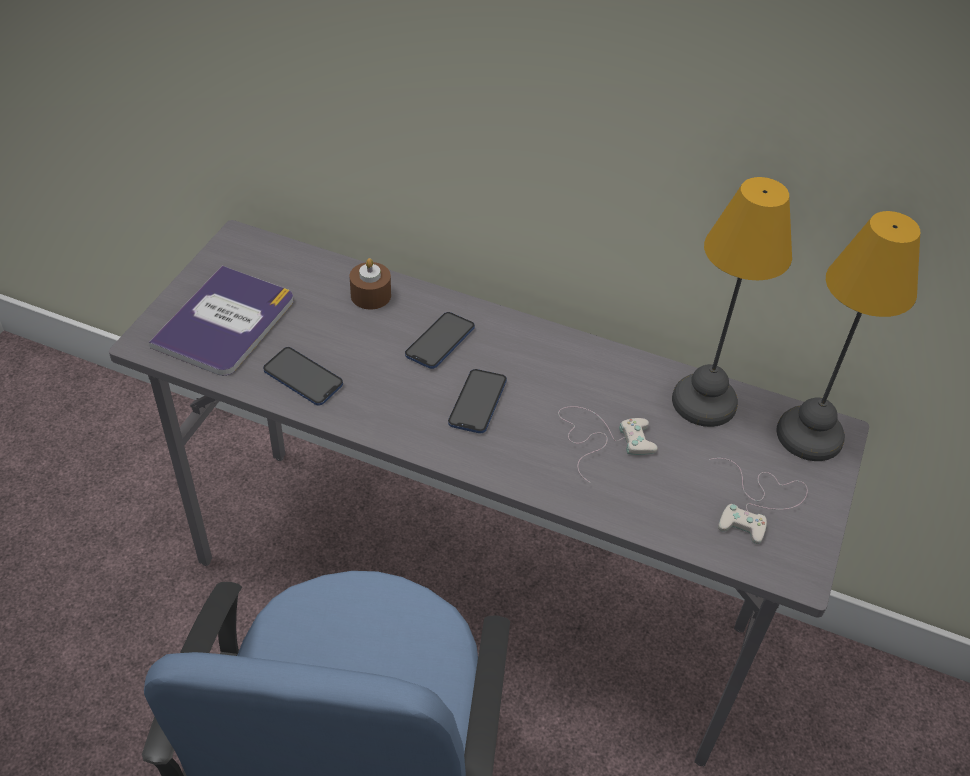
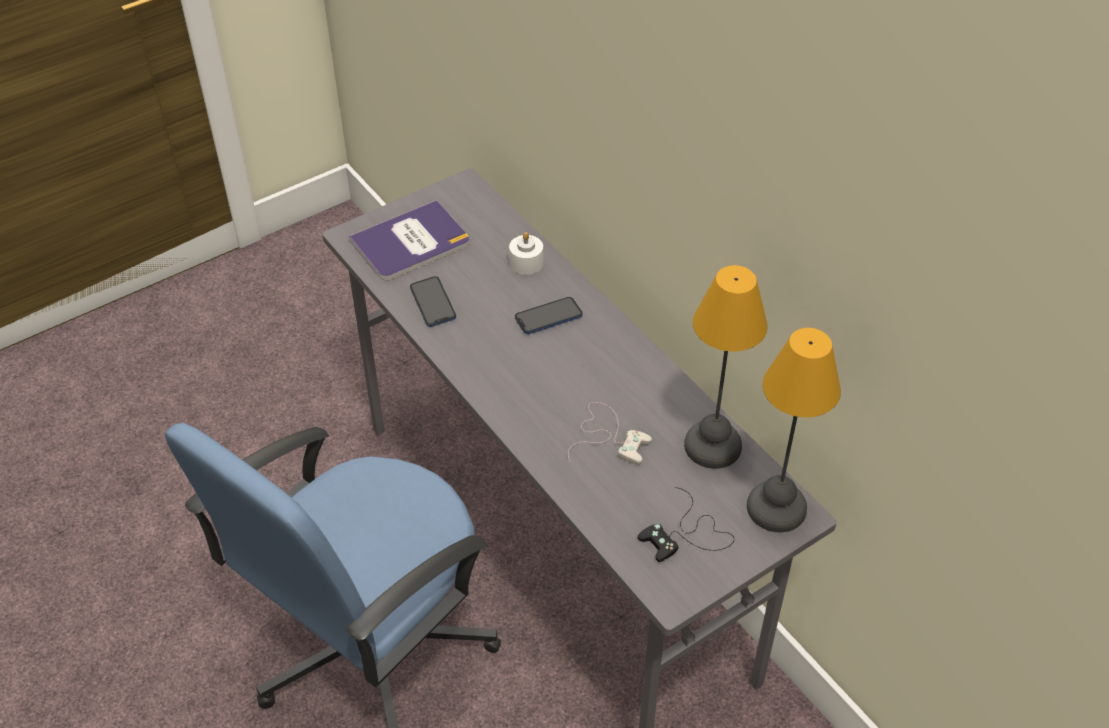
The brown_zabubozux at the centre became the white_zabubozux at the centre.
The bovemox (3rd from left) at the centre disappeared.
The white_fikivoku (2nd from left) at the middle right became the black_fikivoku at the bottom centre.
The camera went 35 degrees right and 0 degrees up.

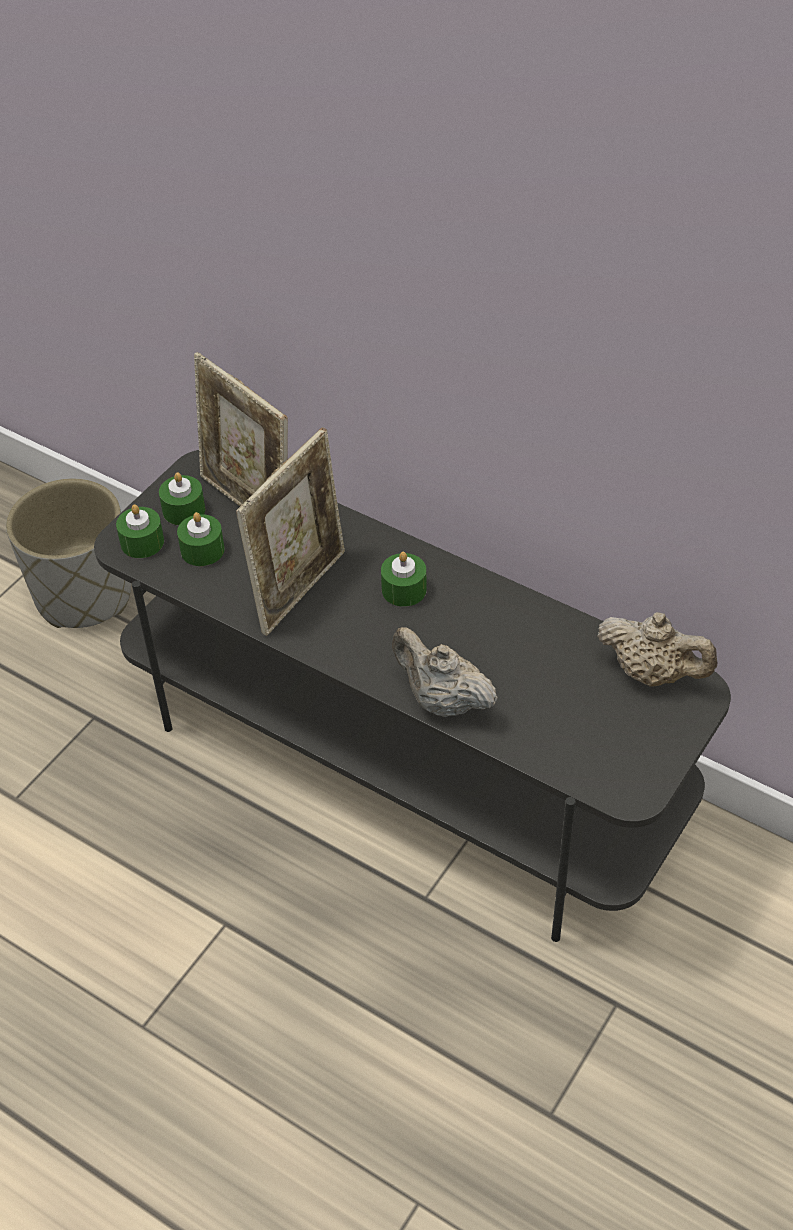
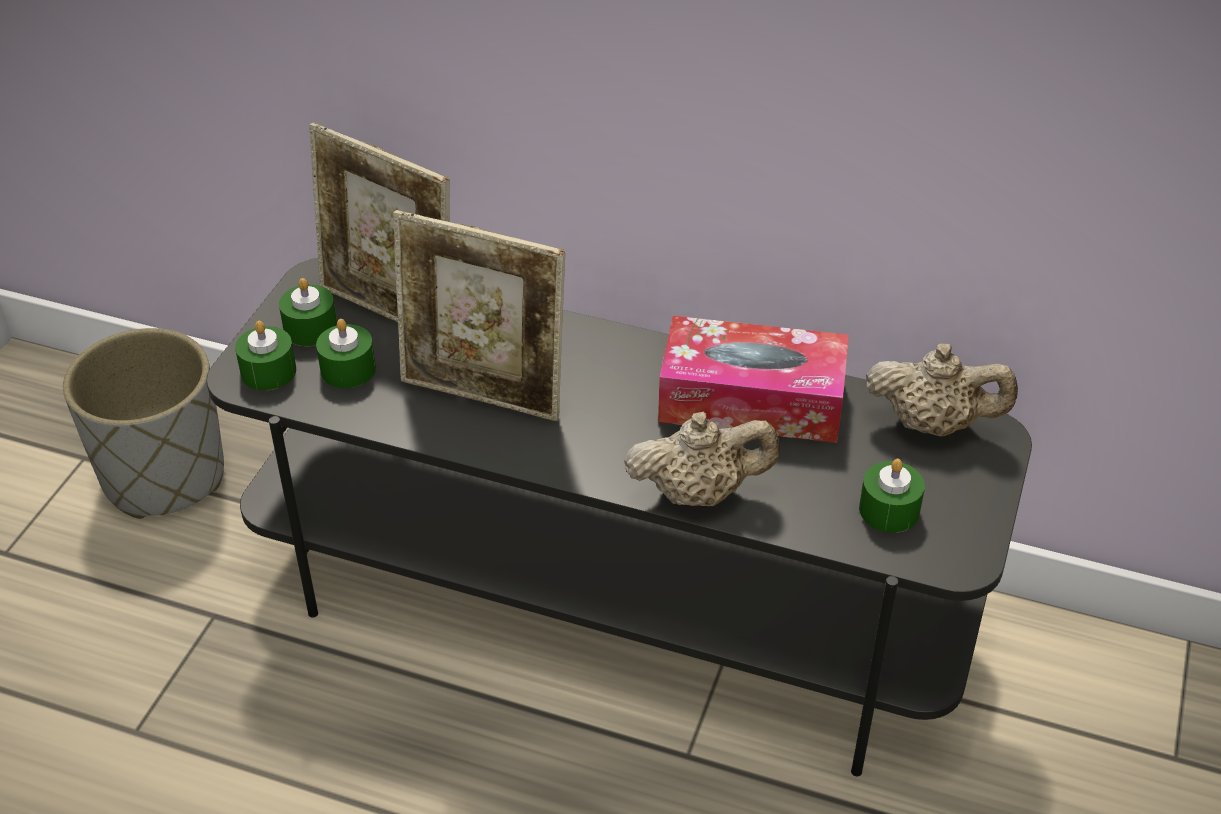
The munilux (2nd from left) at the centre turned 90 degrees clockwise.
The green_zabubozux (4th from left) moved from the centre to the middle right.
The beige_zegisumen (1st from left) at the centre turned 150 degrees clockwise.
The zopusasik at the centre appeared.
The camera went 15 degrees left and 5 degrees down.

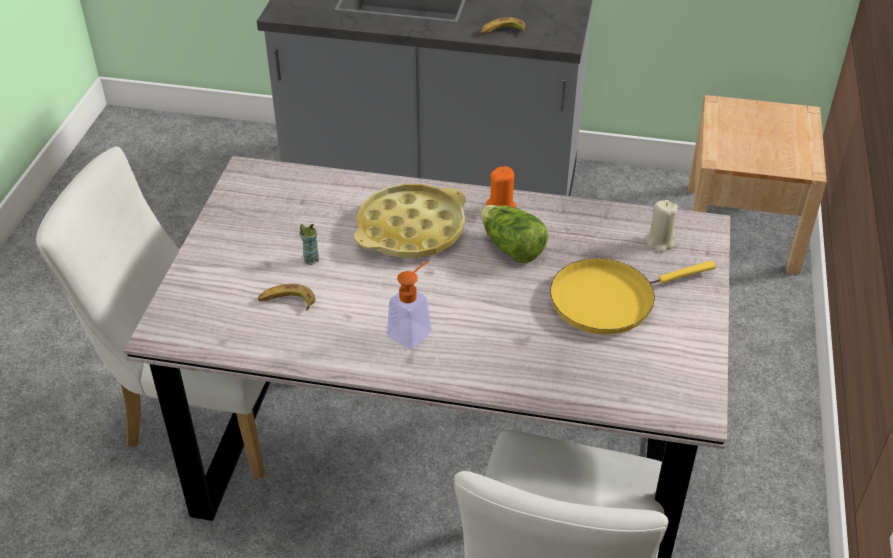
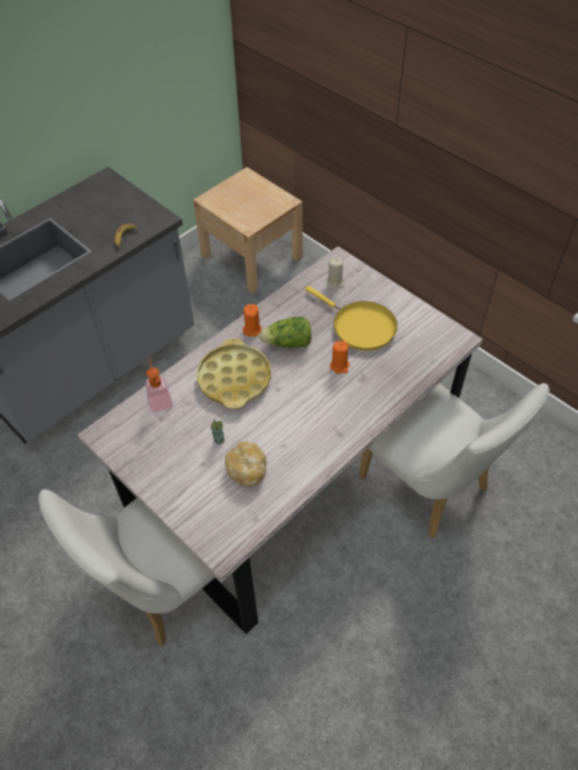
The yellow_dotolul at the middle right turned 60 degrees counterclockwise.
The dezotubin moved from the centre to the middle left.
The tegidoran (1st from left) at the middle left was replaced by the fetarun at the centre.
The orange_zabubozux (2nd from left) at the centre appeared.
The camera went 55 degrees left and 10 degrees up.

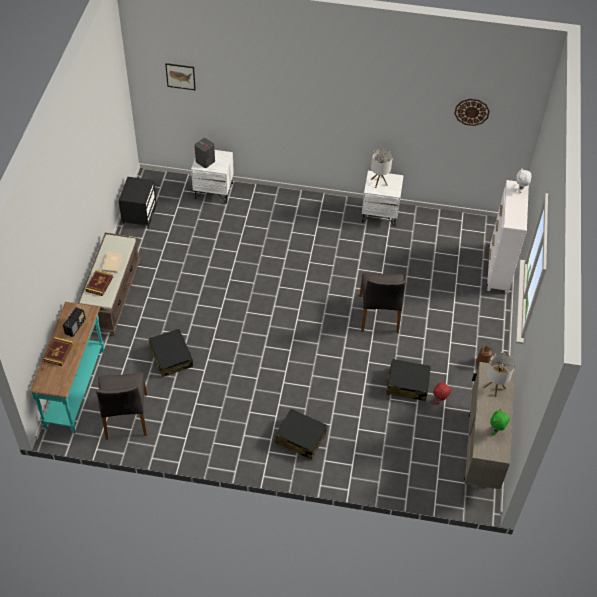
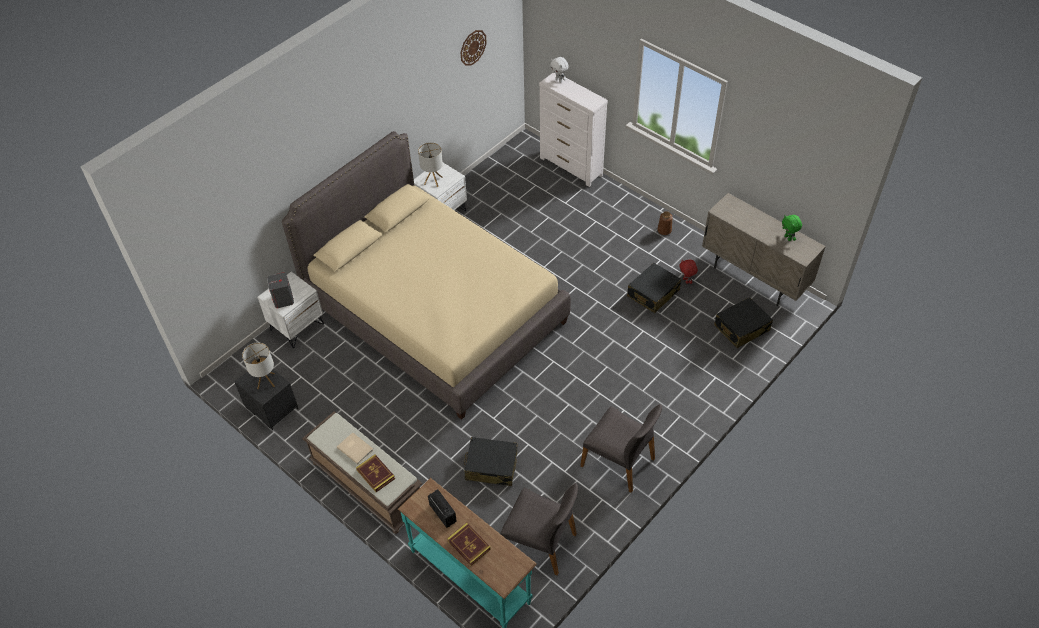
The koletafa at the top left disappeared.
The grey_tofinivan (2nd from left) moved from the centre to the bottom centre.
The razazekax (2nd from left in the first image) moved from the middle right to the middle left.
The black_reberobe (2nd from left in the first image) moved from the bottom centre to the middle right.
The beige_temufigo at the centre appeared.
The camera went 55 degrees left and 0 degrees up.

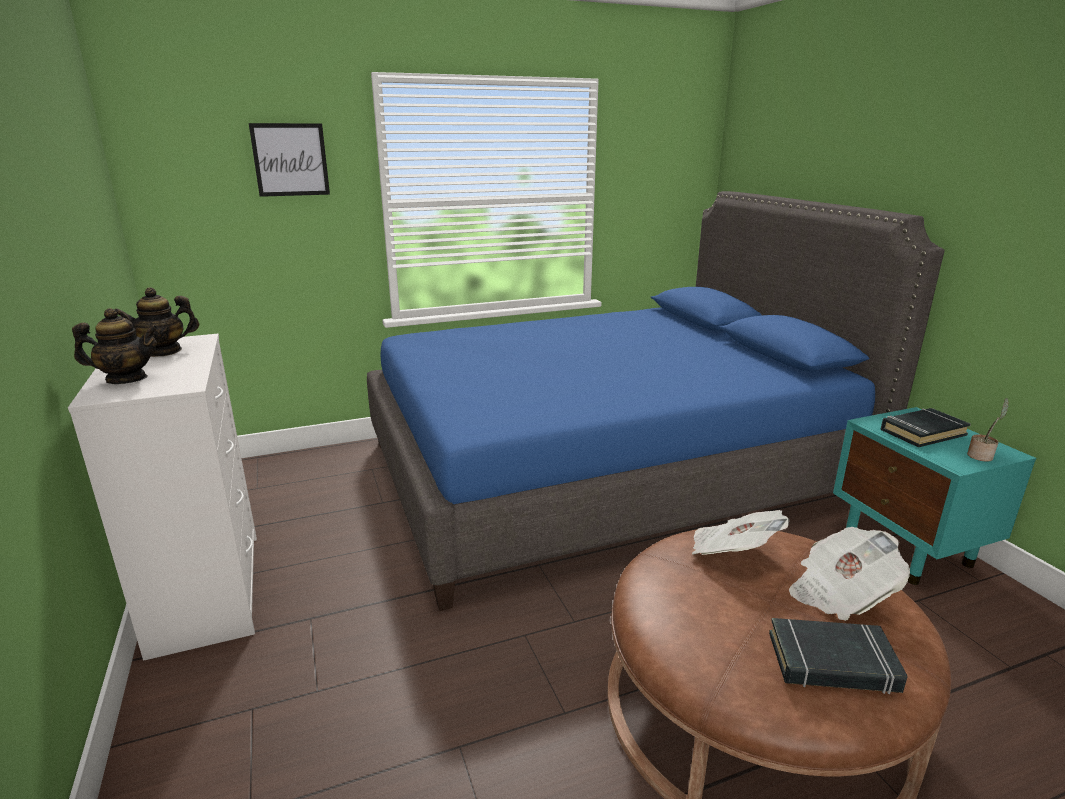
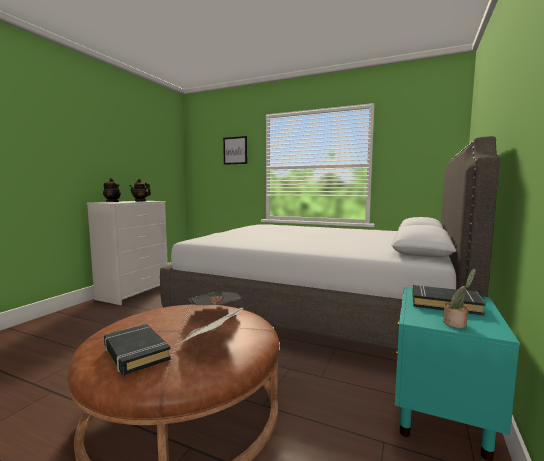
The blue_temufigo at the centre became the grey_temufigo at the centre.
The camera went 45 degrees right and 15 degrees down.

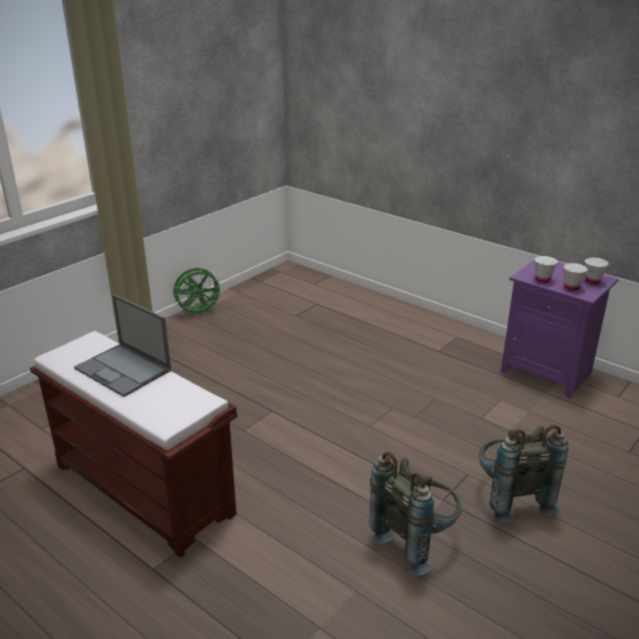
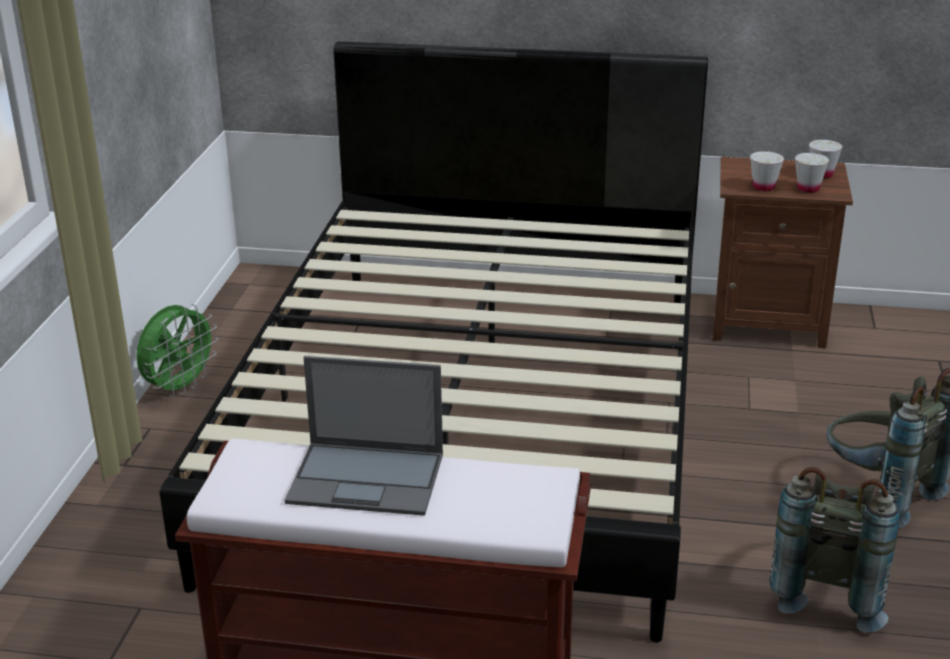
The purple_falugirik at the middle right became the brown_falugirik at the middle right.
The black_temufigo at the centre appeared.
The camera went 30 degrees left and 0 degrees up.

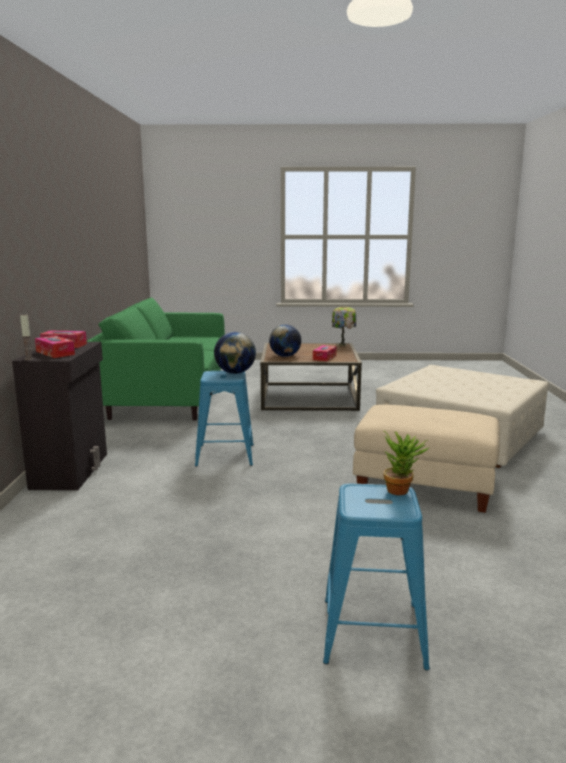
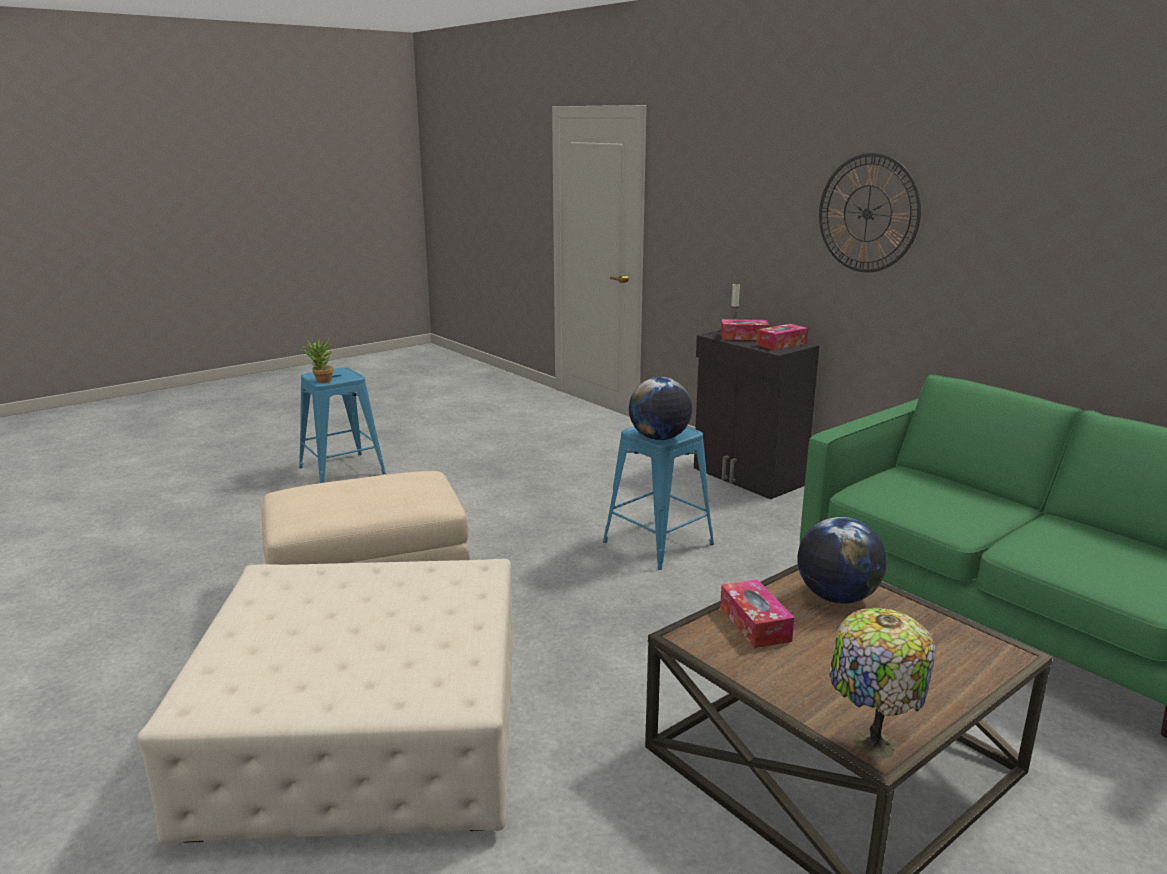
The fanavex at the top right appeared.
The camera went 140 degrees right and 5 degrees up.

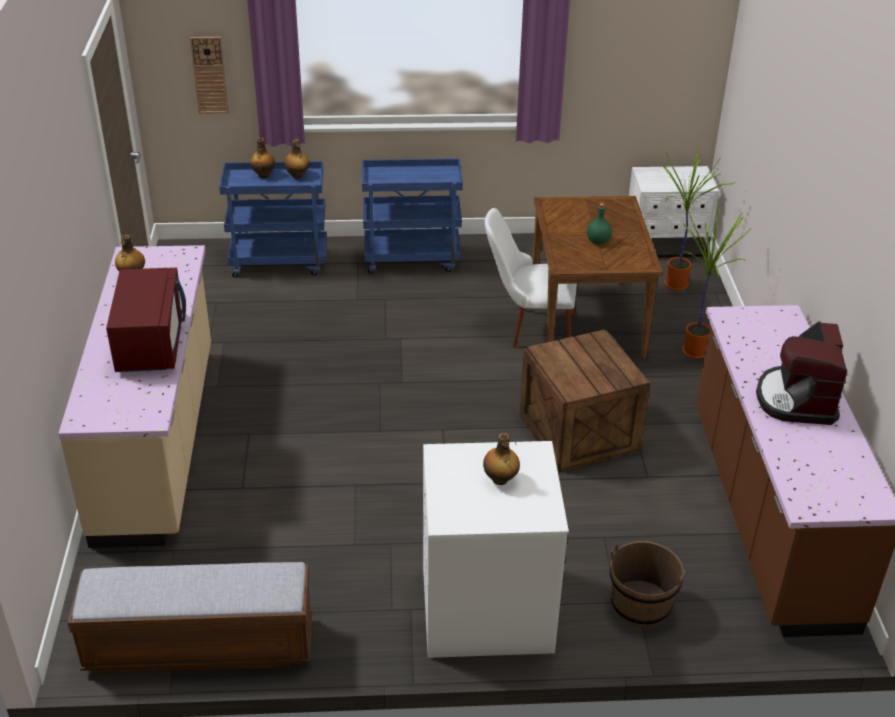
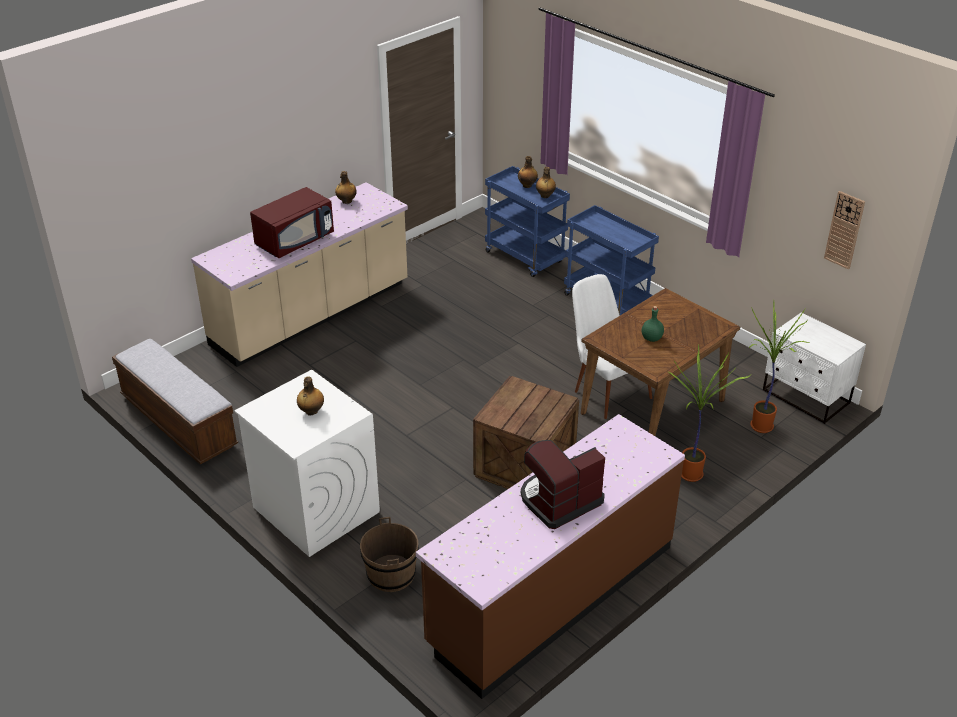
The fanavex moved from the top left to the top right.
The camera went 50 degrees right and 0 degrees up.

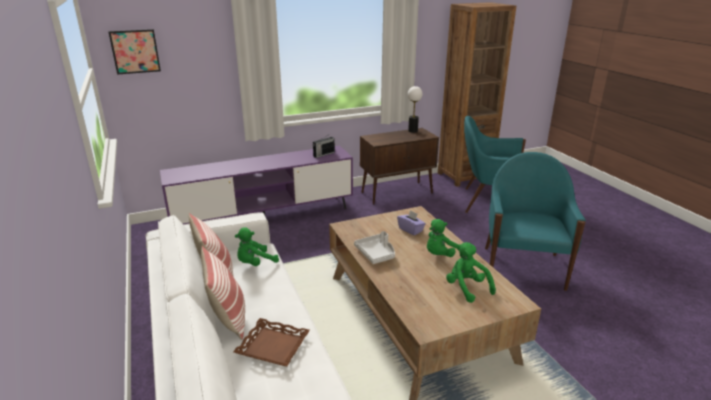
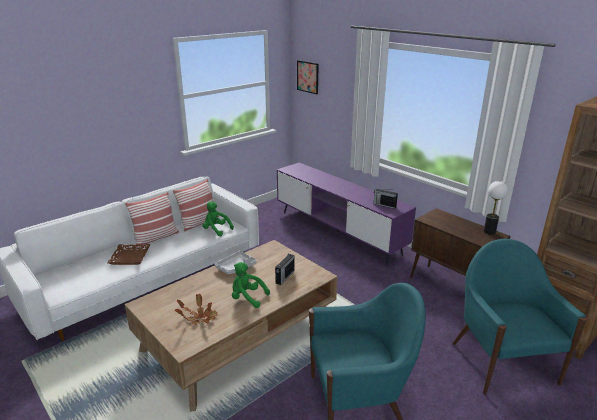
The purple_zopusasik at the centre was replaced by the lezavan (1st from left) at the centre.
The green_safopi (3rd from left) at the bottom centre was replaced by the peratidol at the bottom left.
The camera went 70 degrees right and 0 degrees up.

